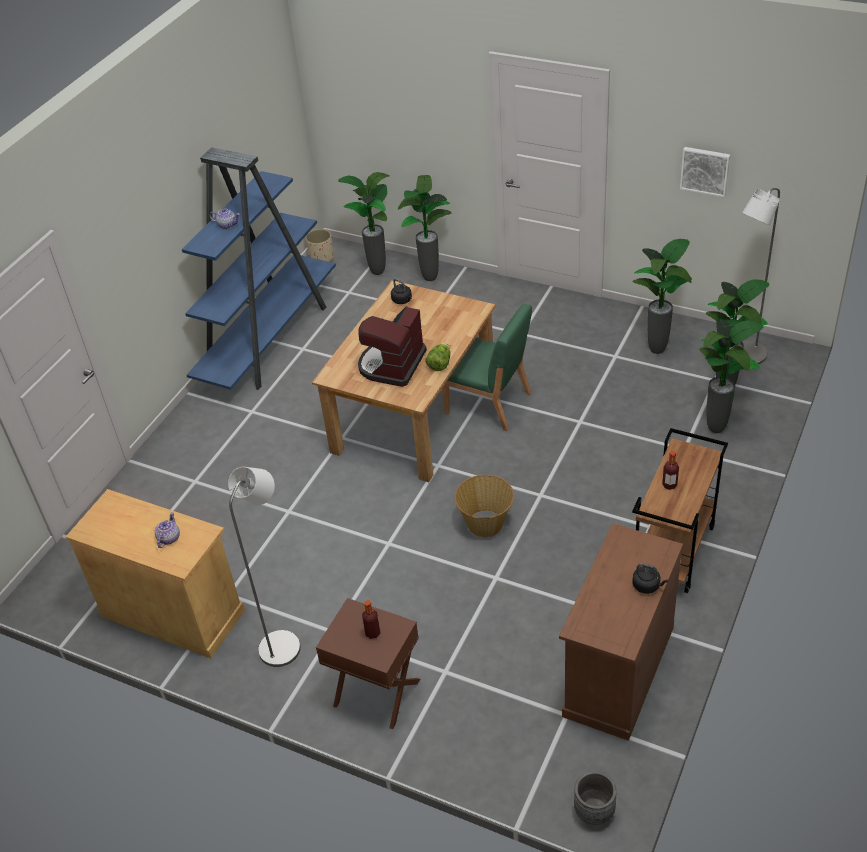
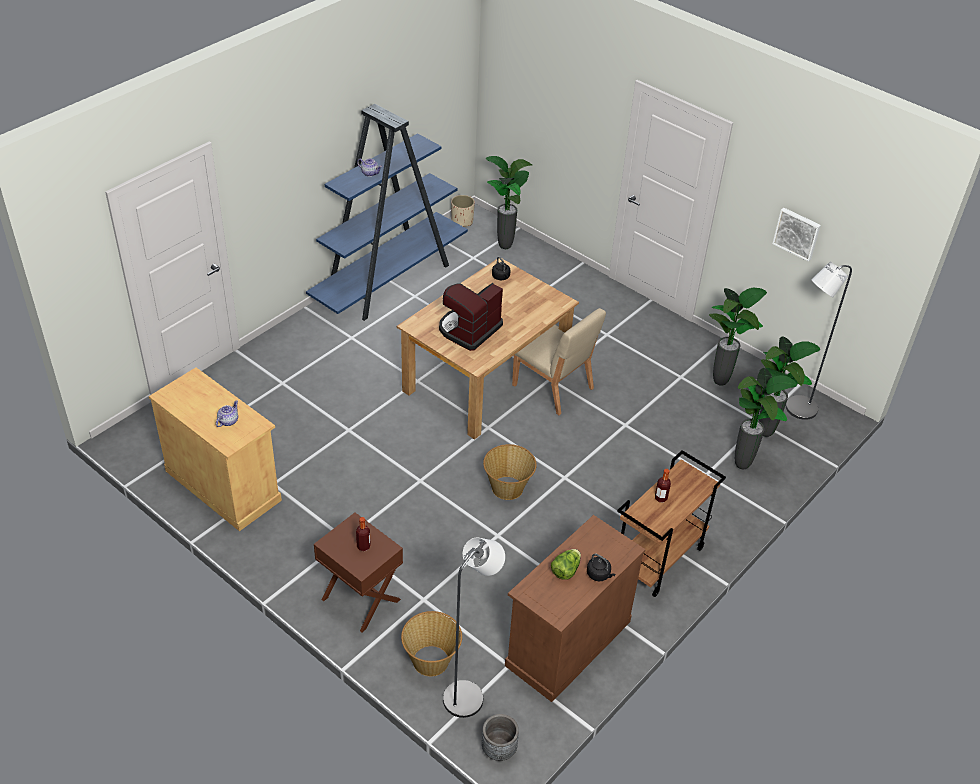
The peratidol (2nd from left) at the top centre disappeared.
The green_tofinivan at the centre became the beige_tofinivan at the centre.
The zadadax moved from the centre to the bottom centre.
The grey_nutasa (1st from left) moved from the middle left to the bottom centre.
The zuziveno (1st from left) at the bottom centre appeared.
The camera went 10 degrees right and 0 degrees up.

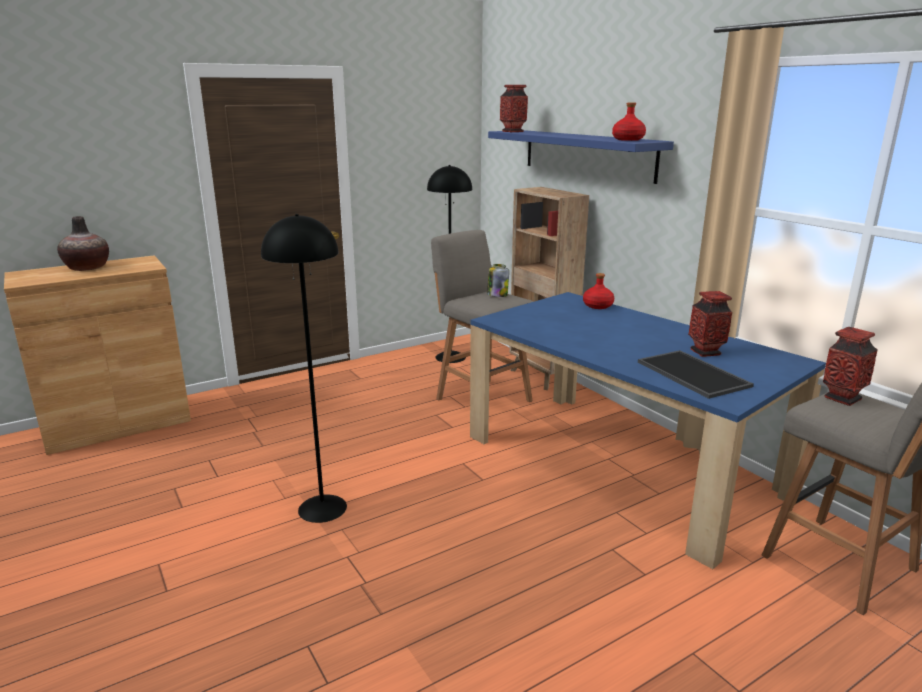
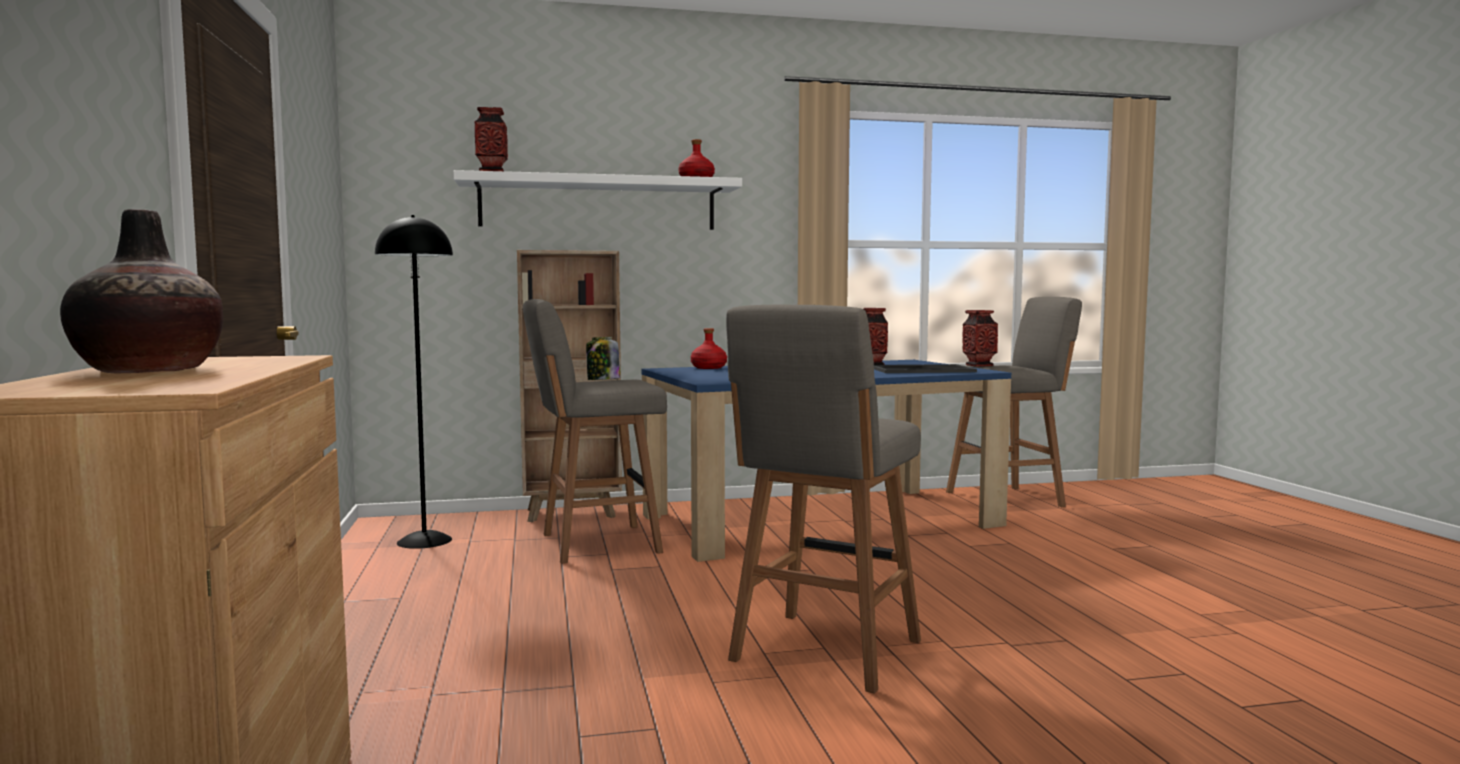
The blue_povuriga at the top centre became the white_povuriga at the top centre.
The black_nutasa (1st from left) at the middle left was replaced by the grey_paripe (2nd from left) at the centre.
The camera went 70 degrees left and 15 degrees down.

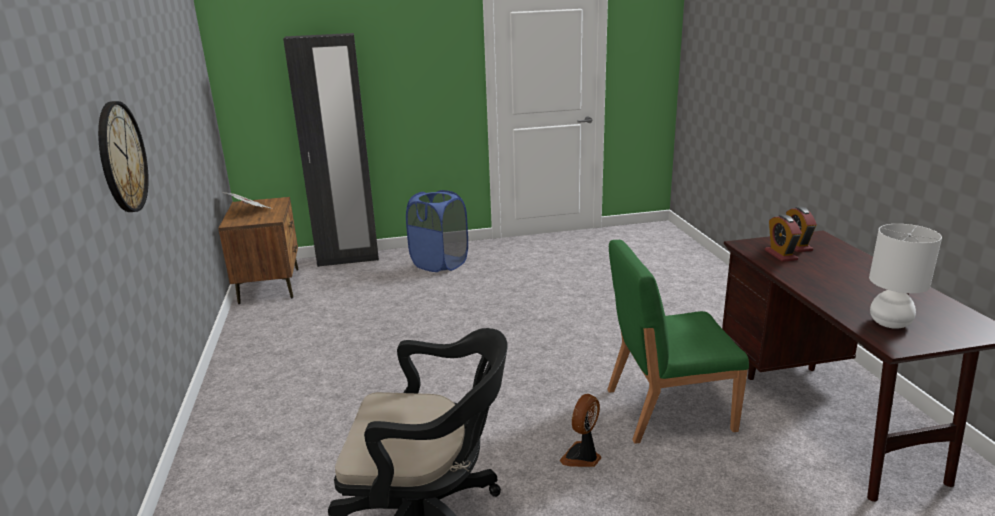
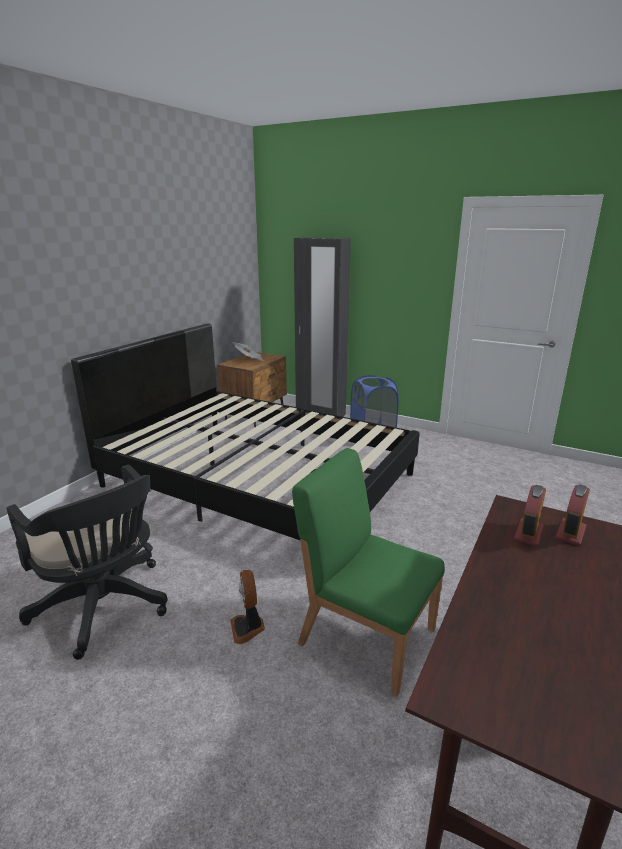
The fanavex at the top left disappeared.
The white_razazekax at the middle right disappeared.
The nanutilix at the bottom centre turned 90 degrees counterclockwise.
The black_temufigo at the centre appeared.
The camera went 40 degrees right and 0 degrees up.

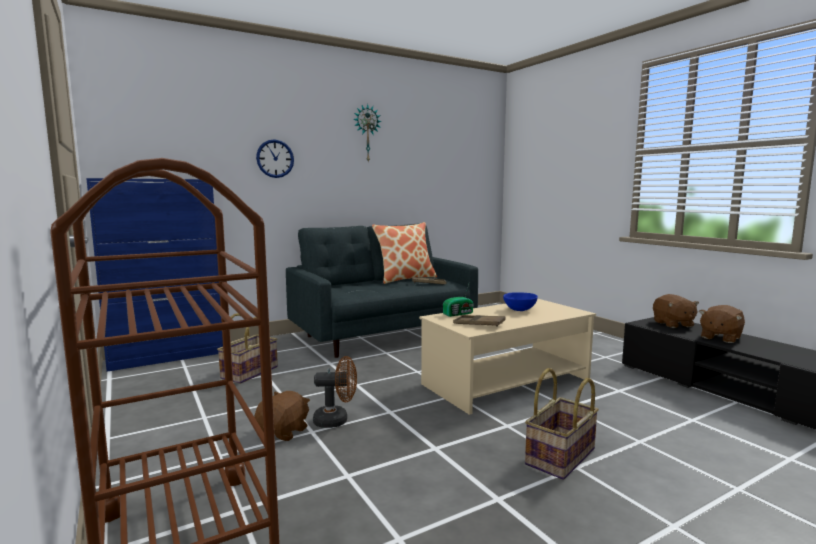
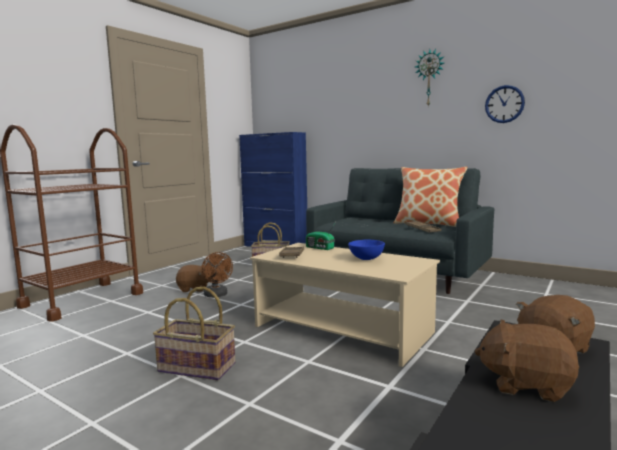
The fanavex (1st from left in the first image) moved from the top centre to the top right.
The camera went 65 degrees right and 0 degrees up.

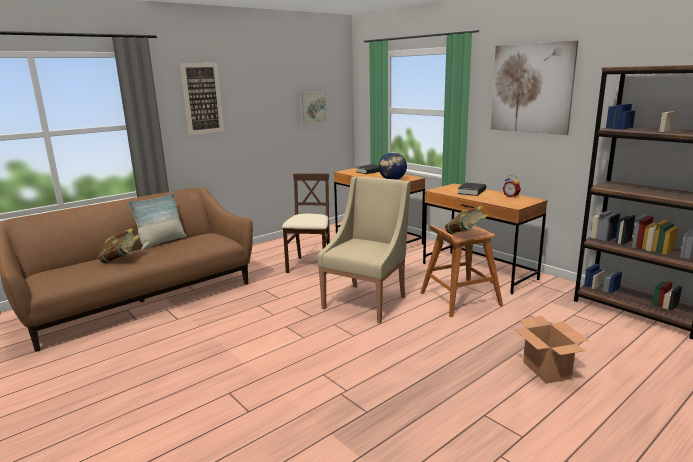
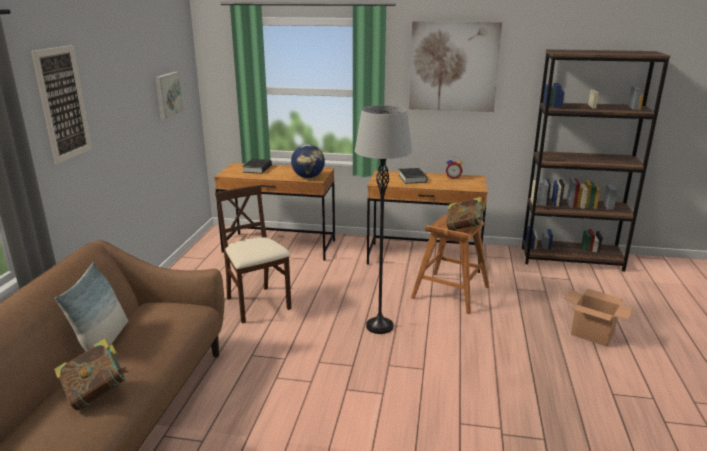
The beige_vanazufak at the centre was replaced by the grey_nutasa at the centre.
The camera went 40 degrees left and 5 degrees up.

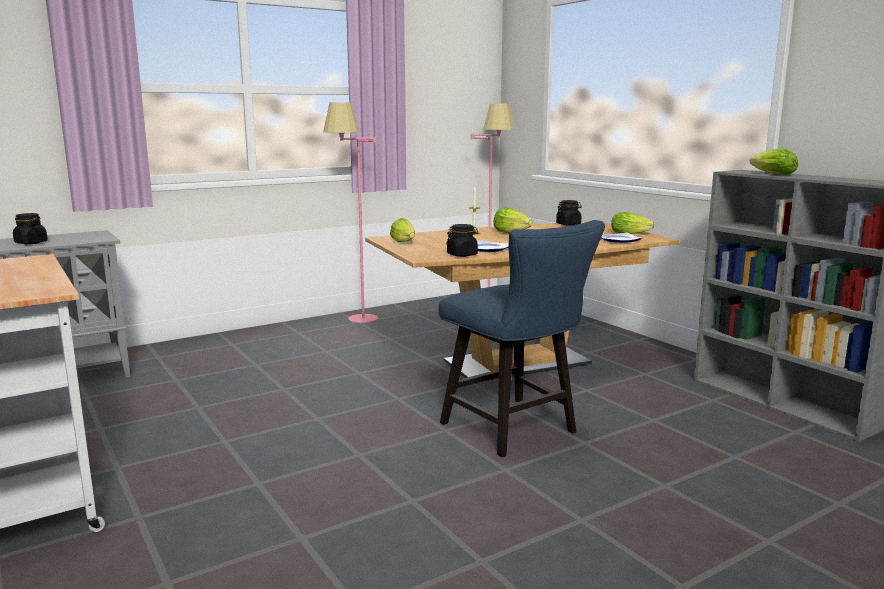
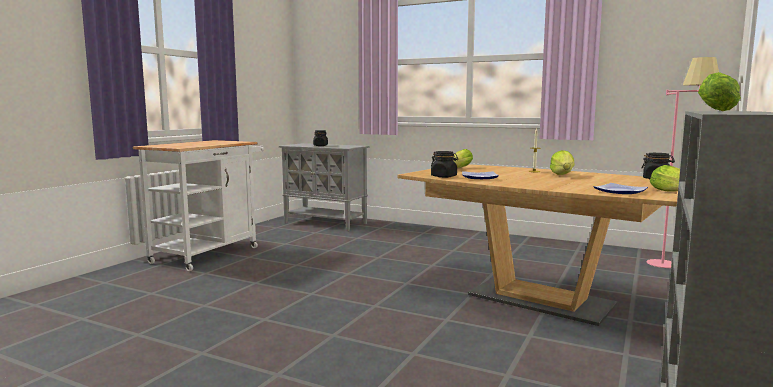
The pink_nutasa (1st from left) at the centre disappeared.
The blue_tofinivan at the centre disappeared.
The camera went 60 degrees right and 5 degrees down.

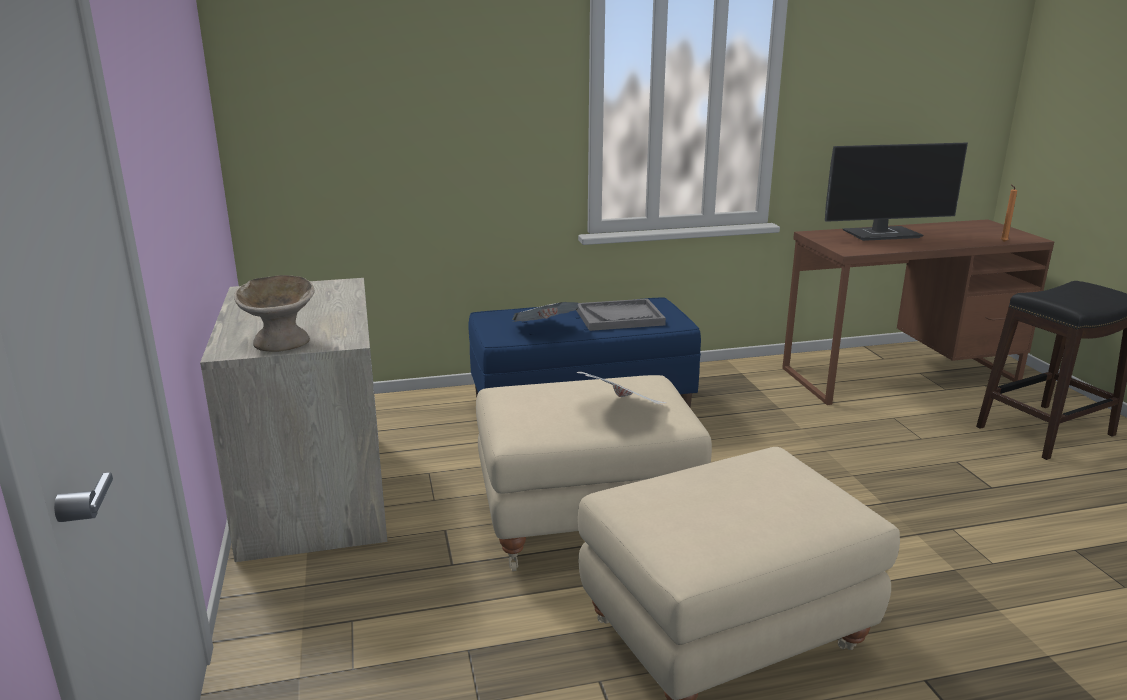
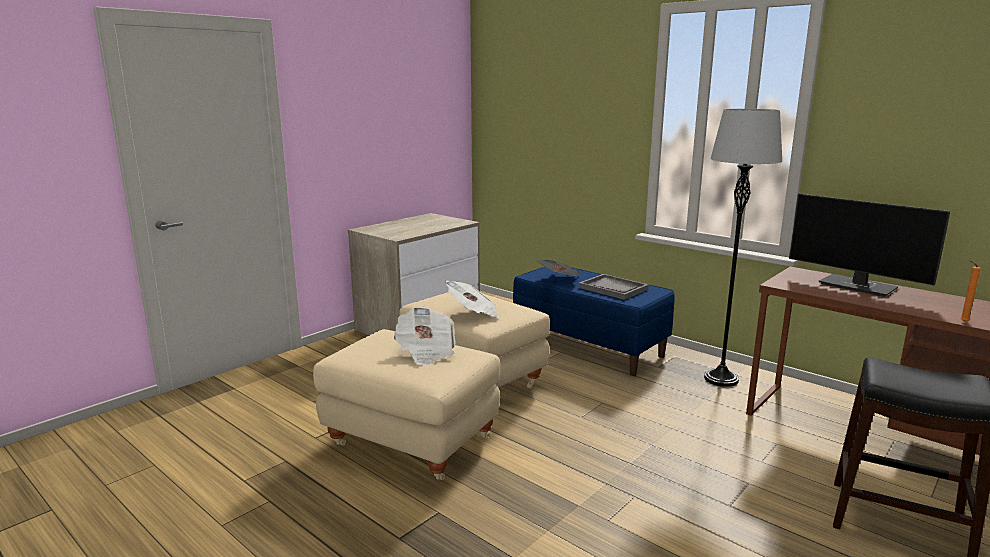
The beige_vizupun at the middle left disappeared.
The grey_nutasa at the middle right appeared.
The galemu (1st from left) at the centre appeared.
The camera went 55 degrees right and 5 degrees down.

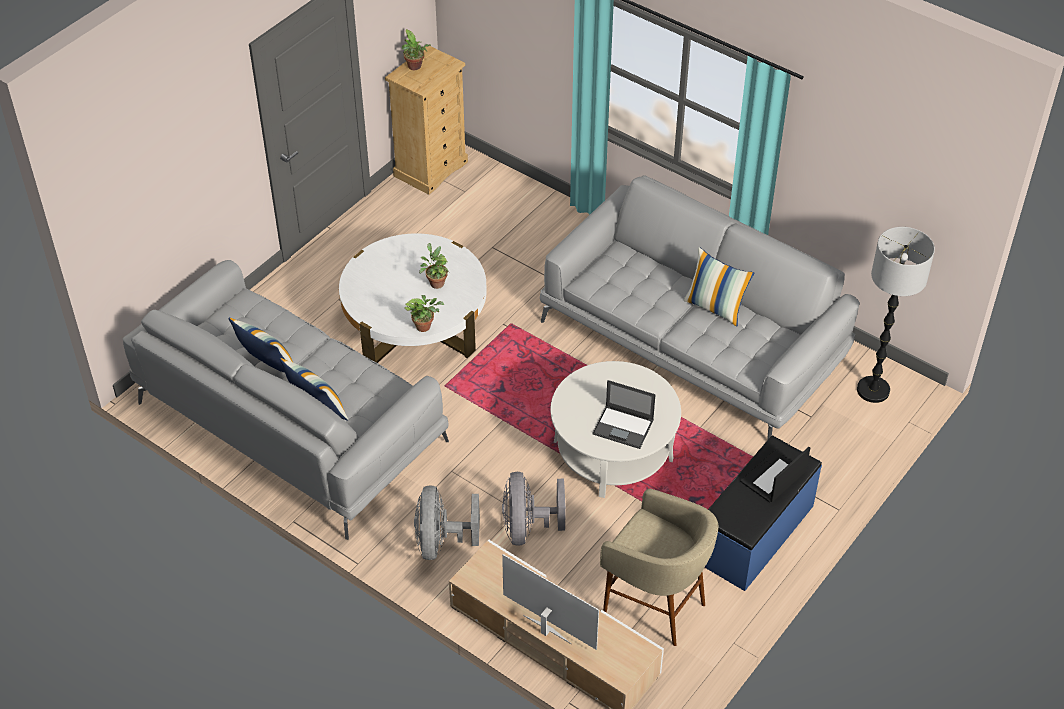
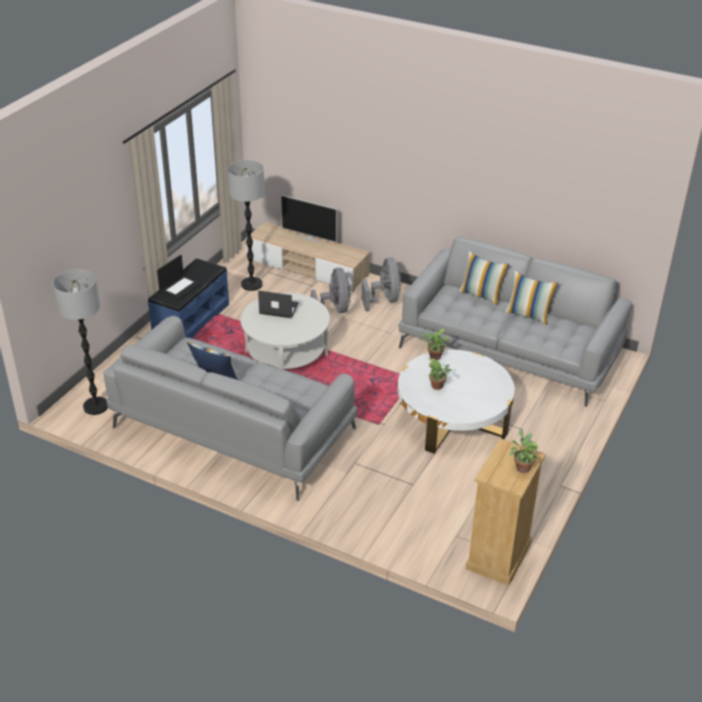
The beige_paripe at the bottom centre was replaced by the nutasa (2nd from left) at the top centre.
The camera went 170 degrees right and 10 degrees down.

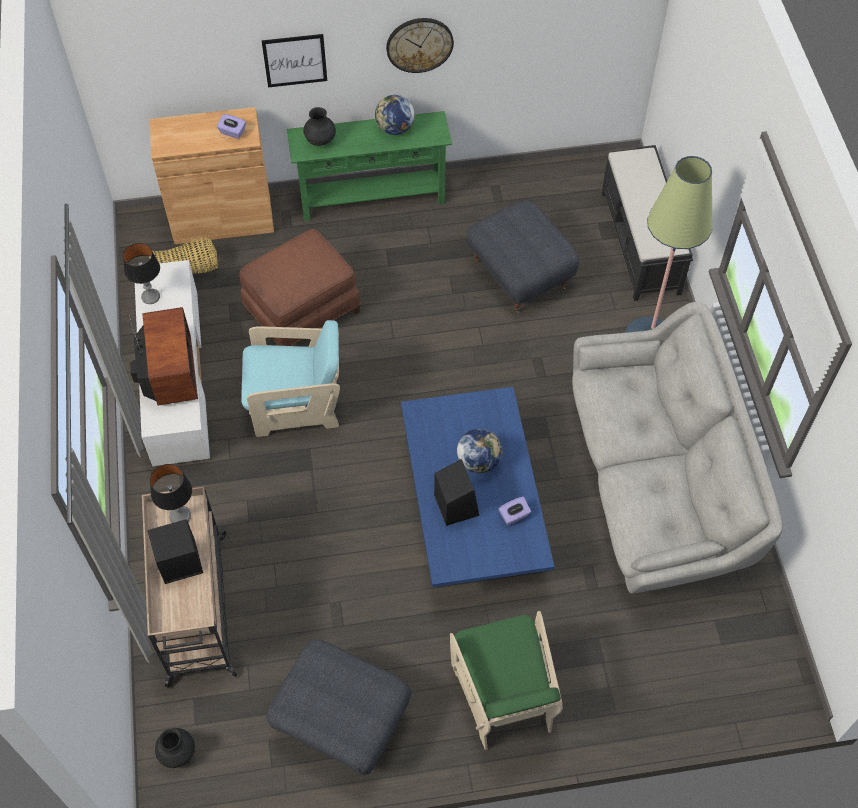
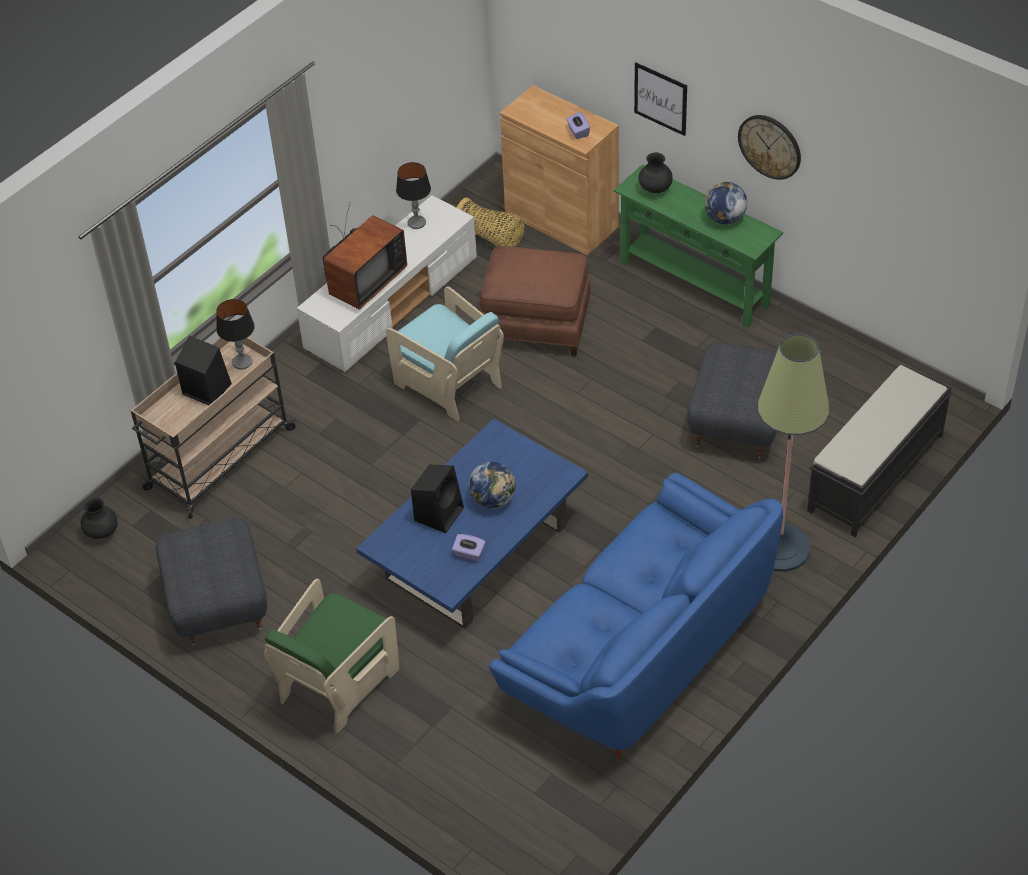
The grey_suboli at the middle right became the blue_suboli at the bottom centre.
The camera went 50 degrees right and 10 degrees down.

